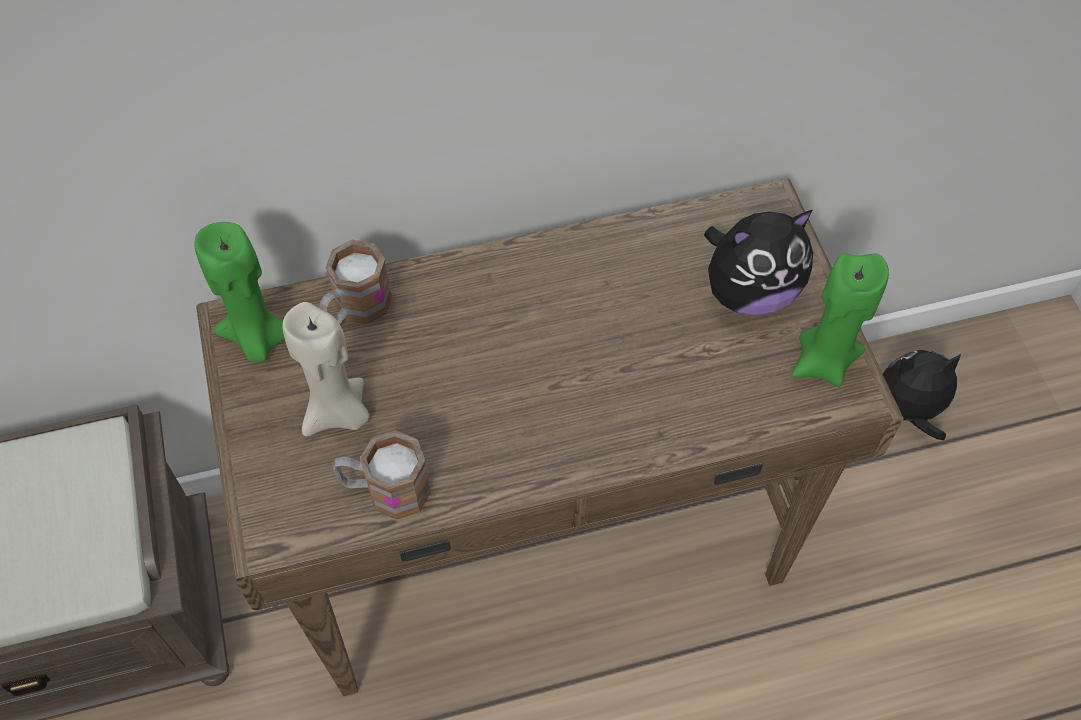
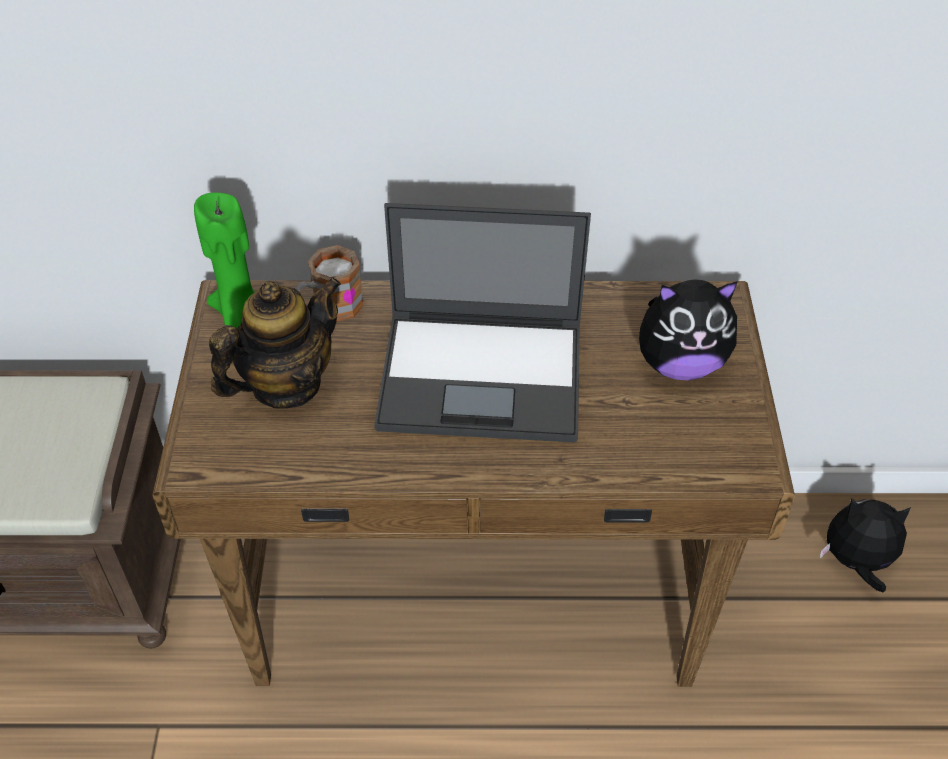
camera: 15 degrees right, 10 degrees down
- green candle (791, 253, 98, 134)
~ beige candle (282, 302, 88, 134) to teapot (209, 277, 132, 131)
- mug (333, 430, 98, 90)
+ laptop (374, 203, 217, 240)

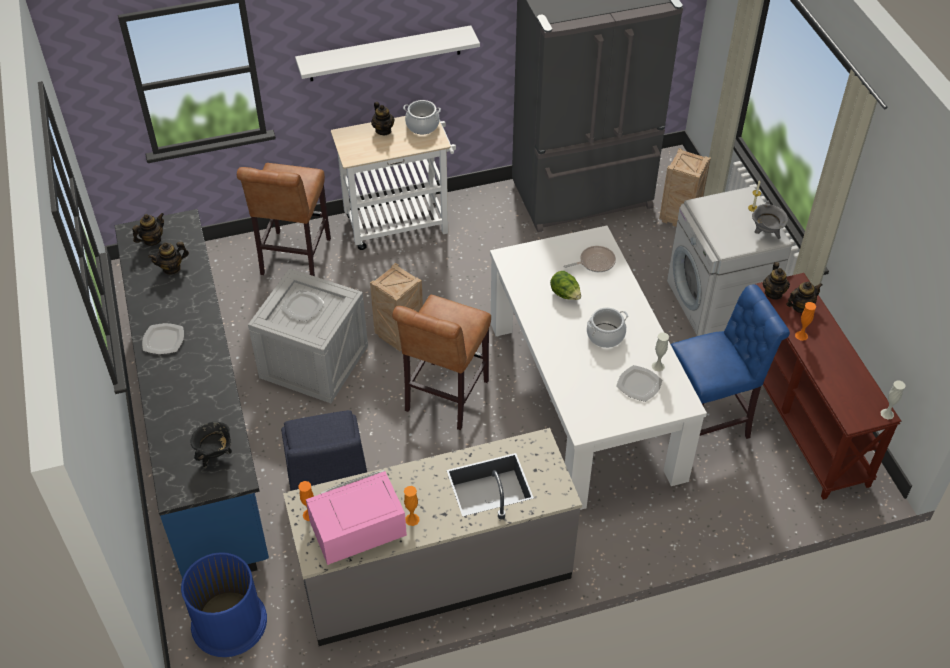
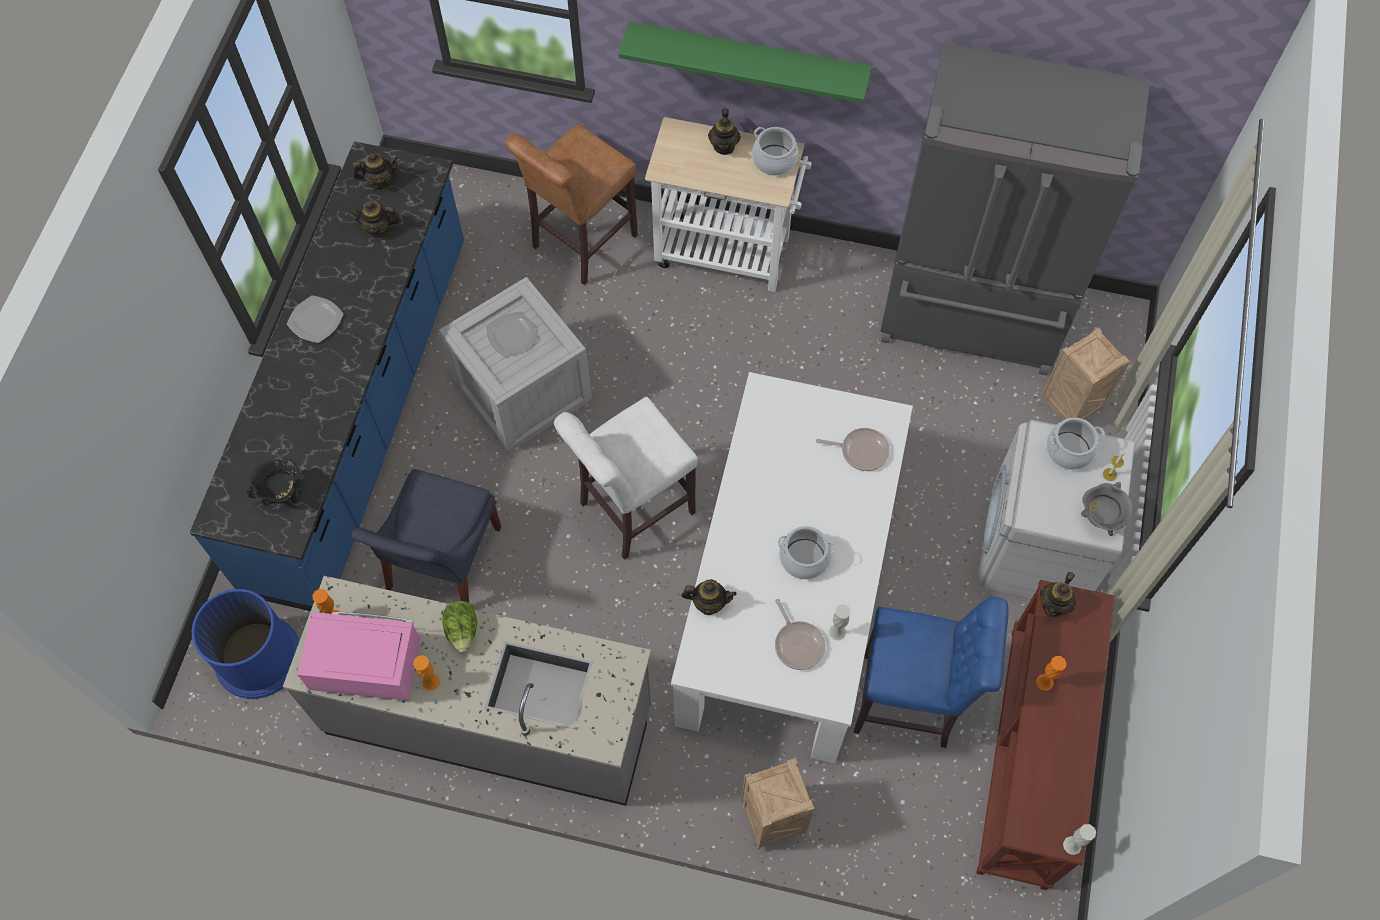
camera: 30 degrees right, 15 degrees up
~ white shelf (295, 25, 185, 56) to green shelf (618, 21, 254, 82)
~ crate (370, 263, 53, 88) to (741, 757, 74, 93)
~ lettuce (550, 271, 31, 29) to (442, 601, 35, 52)
~ teapot (786, 281, 37, 32) to (681, 579, 55, 36)
~ brown stool (392, 295, 99, 135) to white stool (554, 396, 144, 164)
~ plate (616, 365, 46, 37) to frying pan (775, 599, 50, 71)
+ cooking pot (1047, 418, 58, 52)

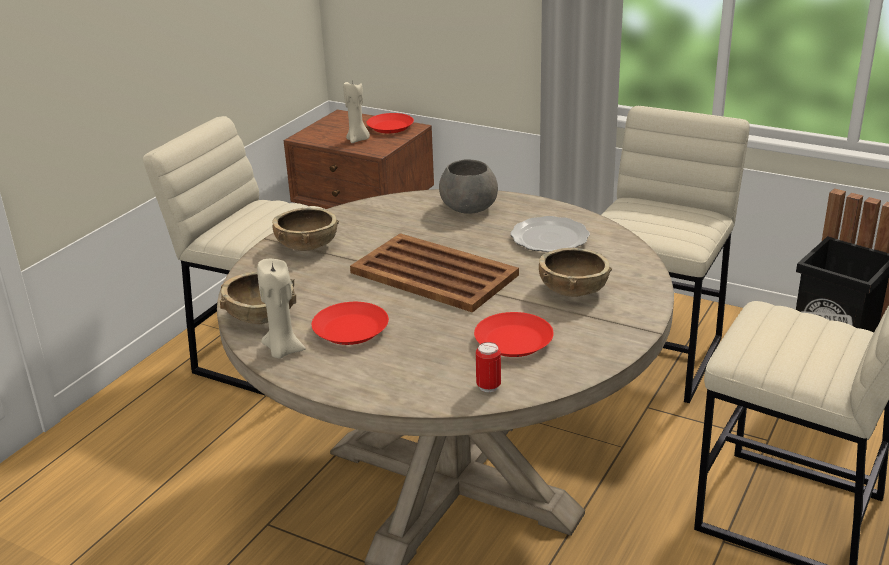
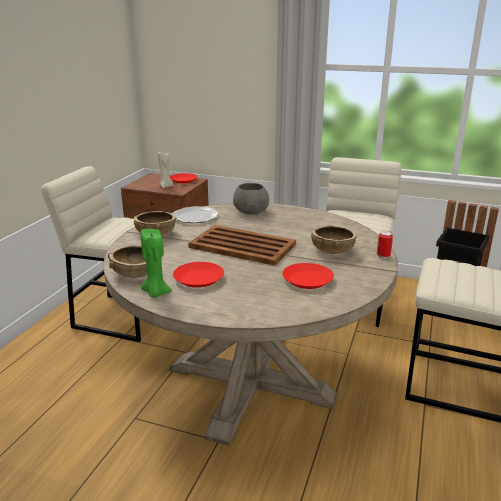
camera: 10 degrees left, 5 degrees down
~ plate (511, 216, 79, 36) to (173, 206, 45, 17)
~ beige candle (257, 259, 49, 100) to green candle (141, 229, 31, 69)
~ can (476, 342, 25, 50) to (377, 231, 16, 28)

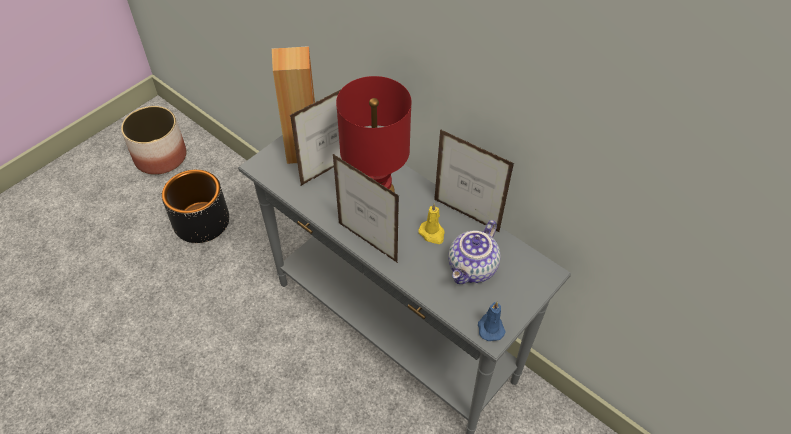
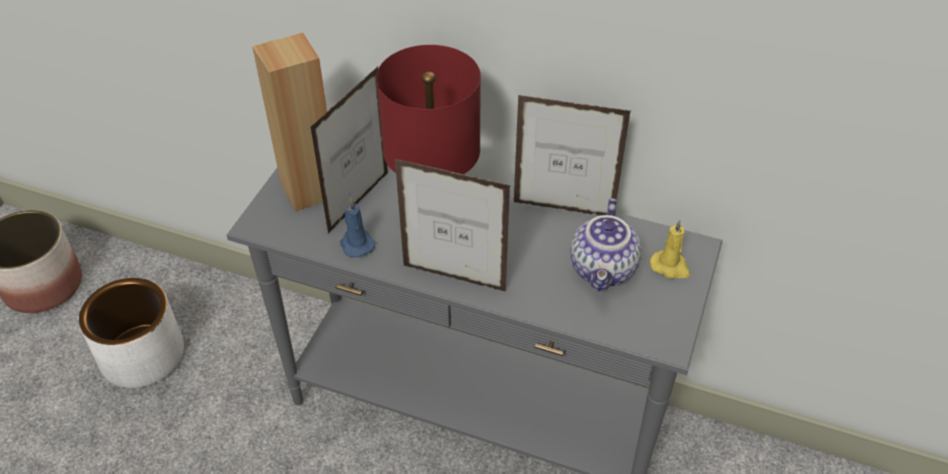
camera: 20 degrees left, 5 degrees down
~ black planter (162, 169, 67, 74) to white planter (79, 278, 105, 110)
~ yellow candle (418, 203, 27, 41) to (650, 220, 40, 59)
~ blue candle (478, 302, 28, 39) to (340, 198, 36, 60)

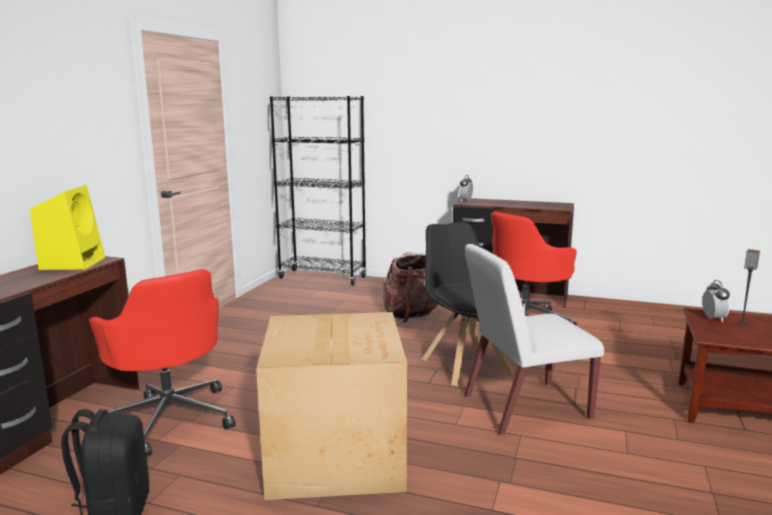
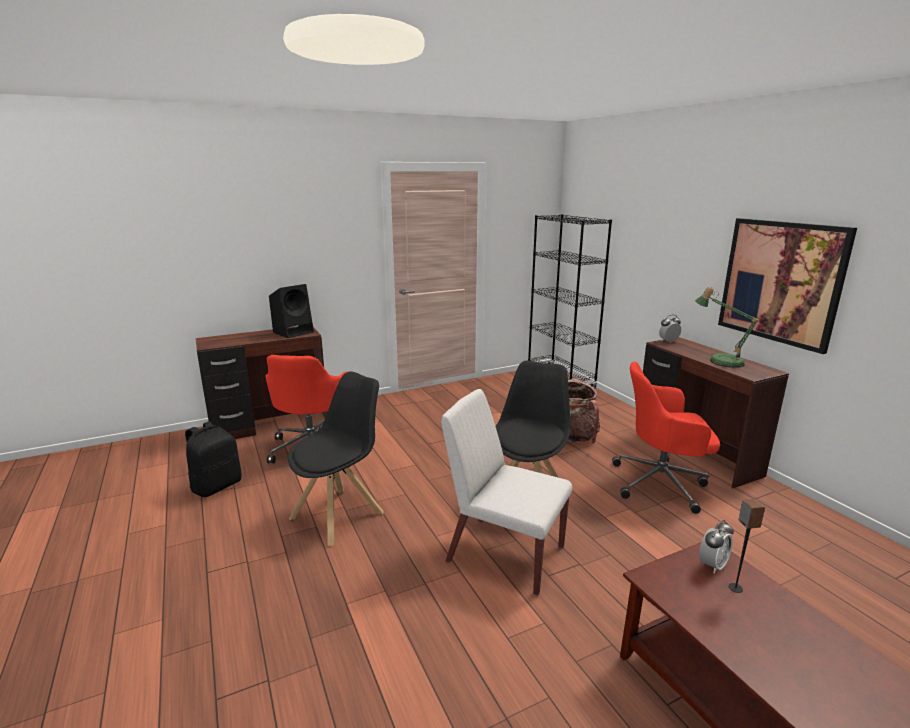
camera: 45 degrees right, 5 degrees up
~ yellow speaker (30, 185, 75, 85) to black speaker (269, 284, 45, 54)
~ cardboard box (256, 312, 151, 188) to black chair (287, 371, 97, 175)
+ picture (718, 218, 139, 136)
+ table lamp (695, 287, 66, 81)

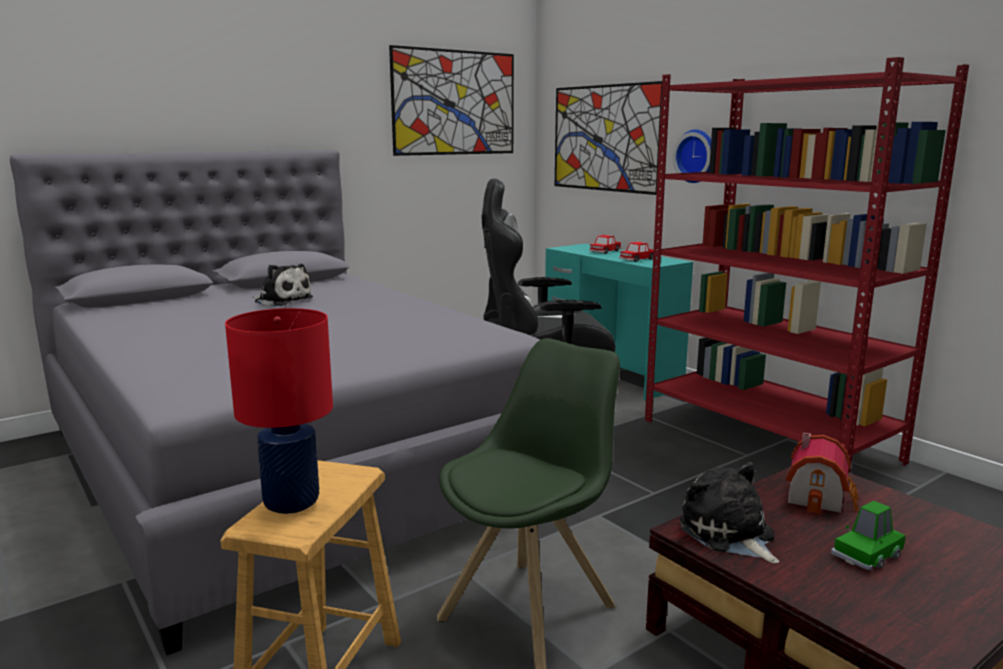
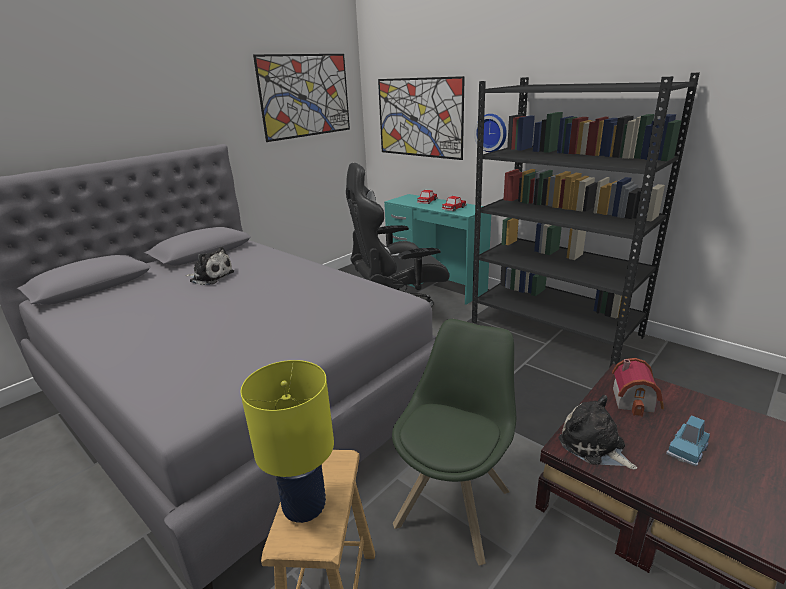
camera: 10 degrees left, 10 degrees up
~ red bookcase (645, 57, 324, 416) to black bookcase (472, 73, 228, 295)
~ red table lamp (225, 308, 108, 206) to yellow table lamp (240, 360, 94, 163)
~ green toy car (831, 501, 74, 69) to blue toy car (666, 415, 44, 51)

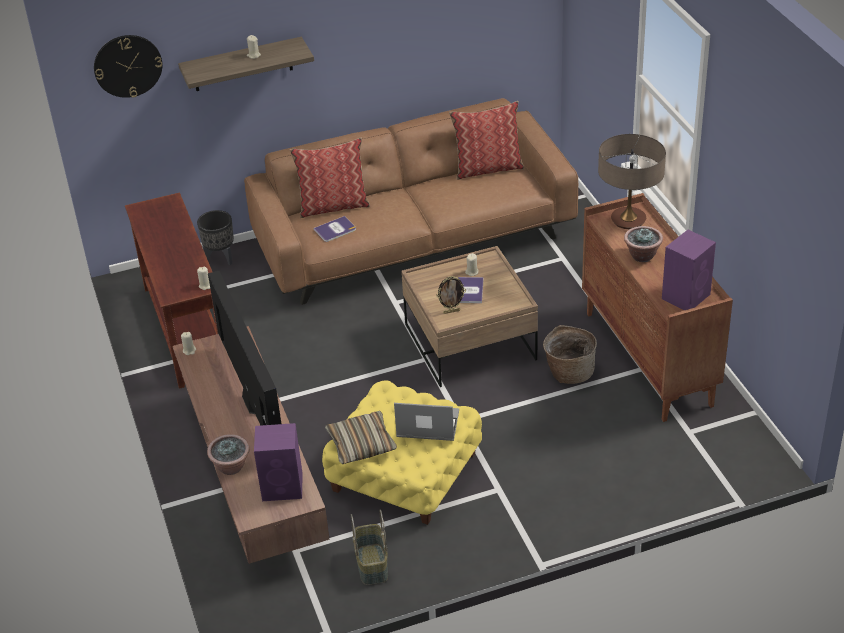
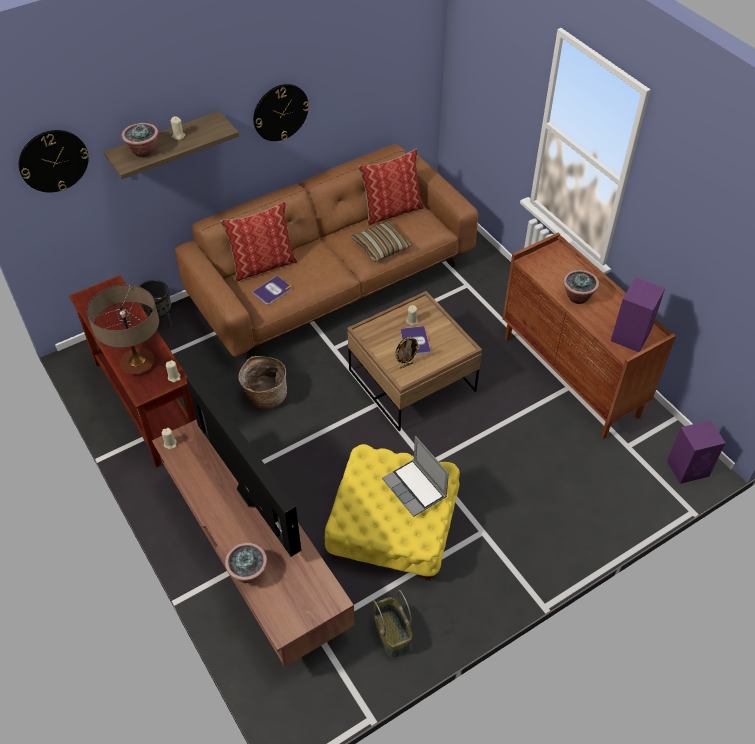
camera: 15 degrees left, 10 degrees up
~ table lamp (598, 134, 68, 95) to (87, 285, 72, 90)
~ basket (543, 325, 54, 59) to (238, 356, 49, 53)
~ laptop (394, 403, 65, 38) = (382, 436, 67, 81) 120 degrees counterclockwise
~ pillow (325, 411, 72, 53) to (352, 221, 59, 41)
~ purple speaker (254, 423, 49, 78) to (667, 420, 59, 64)
+ wall clock (253, 84, 56, 57)
+ potted plant (122, 123, 37, 35)

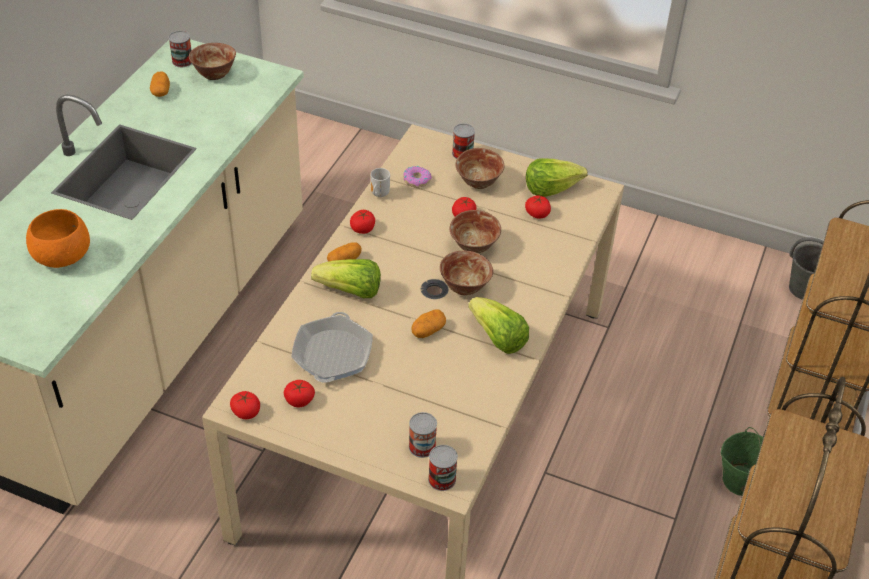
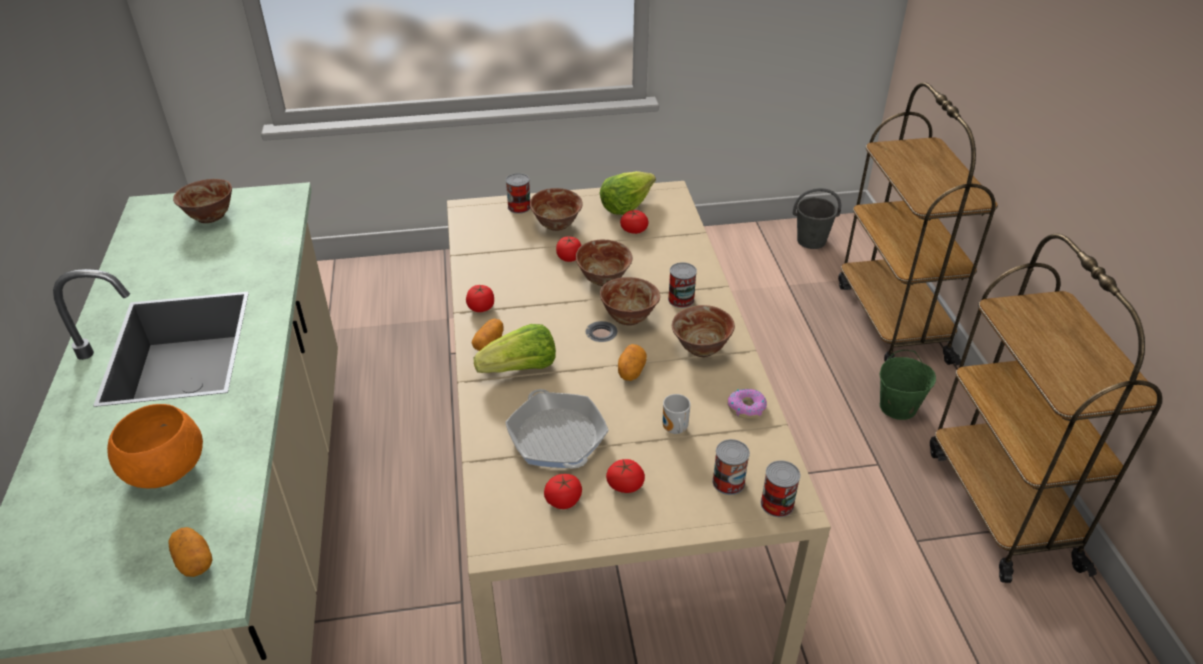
camera: 30 degrees left, 5 degrees down
~ can (168, 31, 24, 36) to (668, 262, 29, 46)
~ potato (150, 71, 20, 26) to (168, 527, 44, 50)
~ donut (403, 166, 29, 22) to (727, 389, 40, 30)
~ mug (370, 168, 20, 29) to (663, 394, 28, 40)
~ lettuce (468, 297, 61, 57) to bowl (672, 305, 63, 52)
~ tomato (230, 391, 30, 28) to (606, 459, 39, 34)

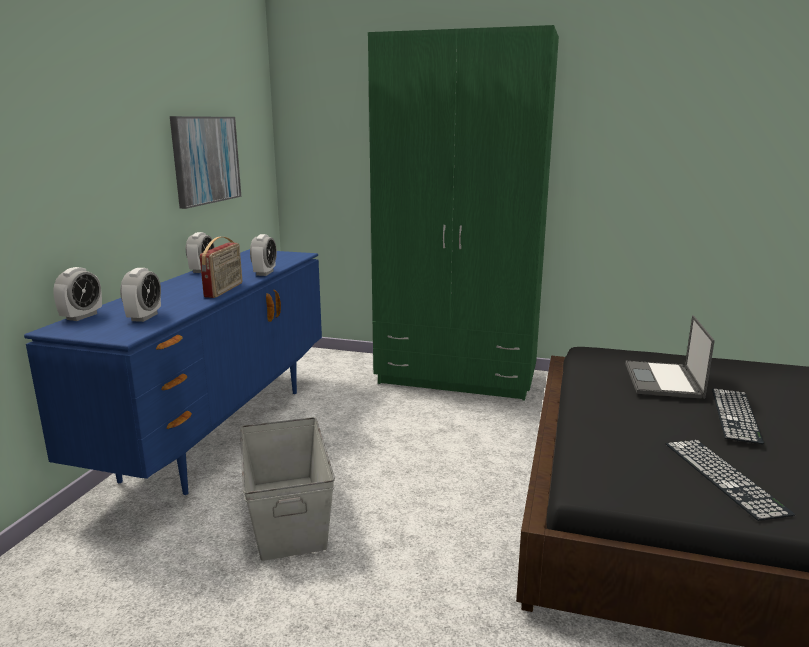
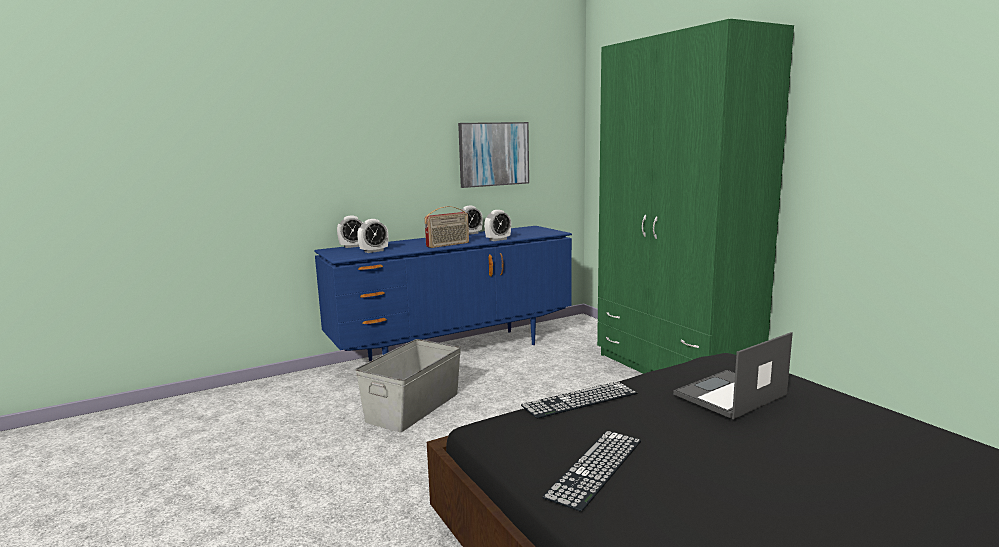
camera: 45 degrees right, 5 degrees down
~ keyboard (712, 388, 52, 56) to (521, 381, 116, 38)

